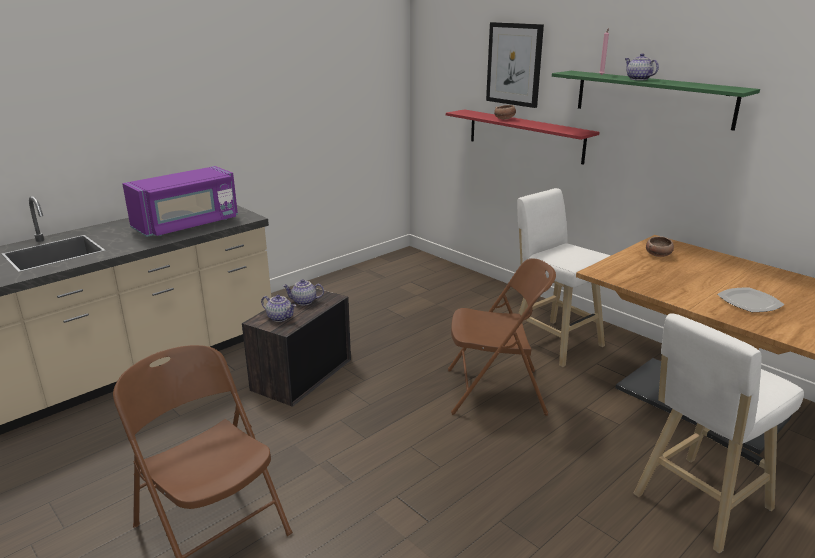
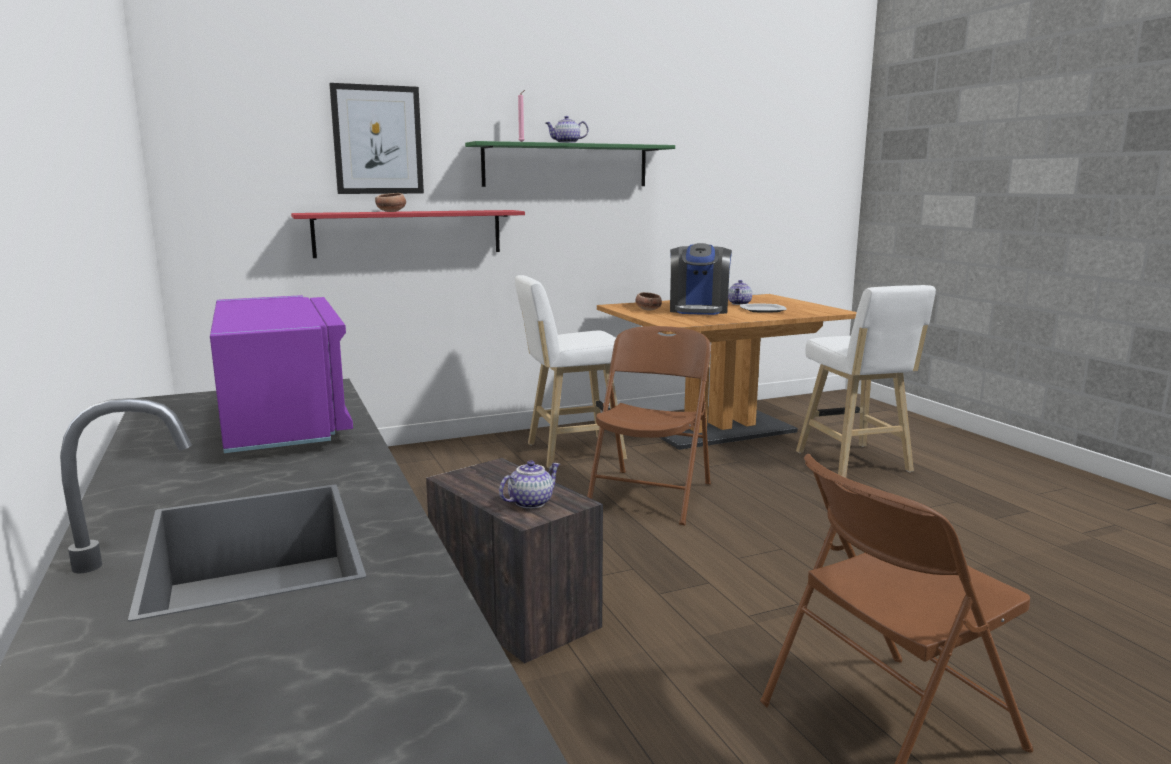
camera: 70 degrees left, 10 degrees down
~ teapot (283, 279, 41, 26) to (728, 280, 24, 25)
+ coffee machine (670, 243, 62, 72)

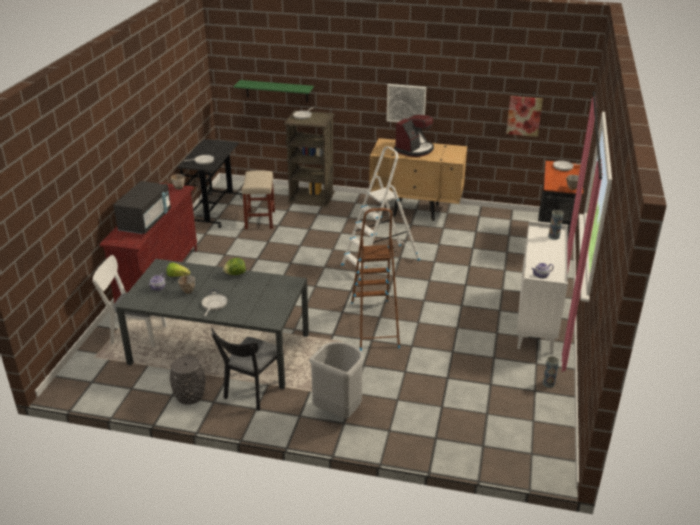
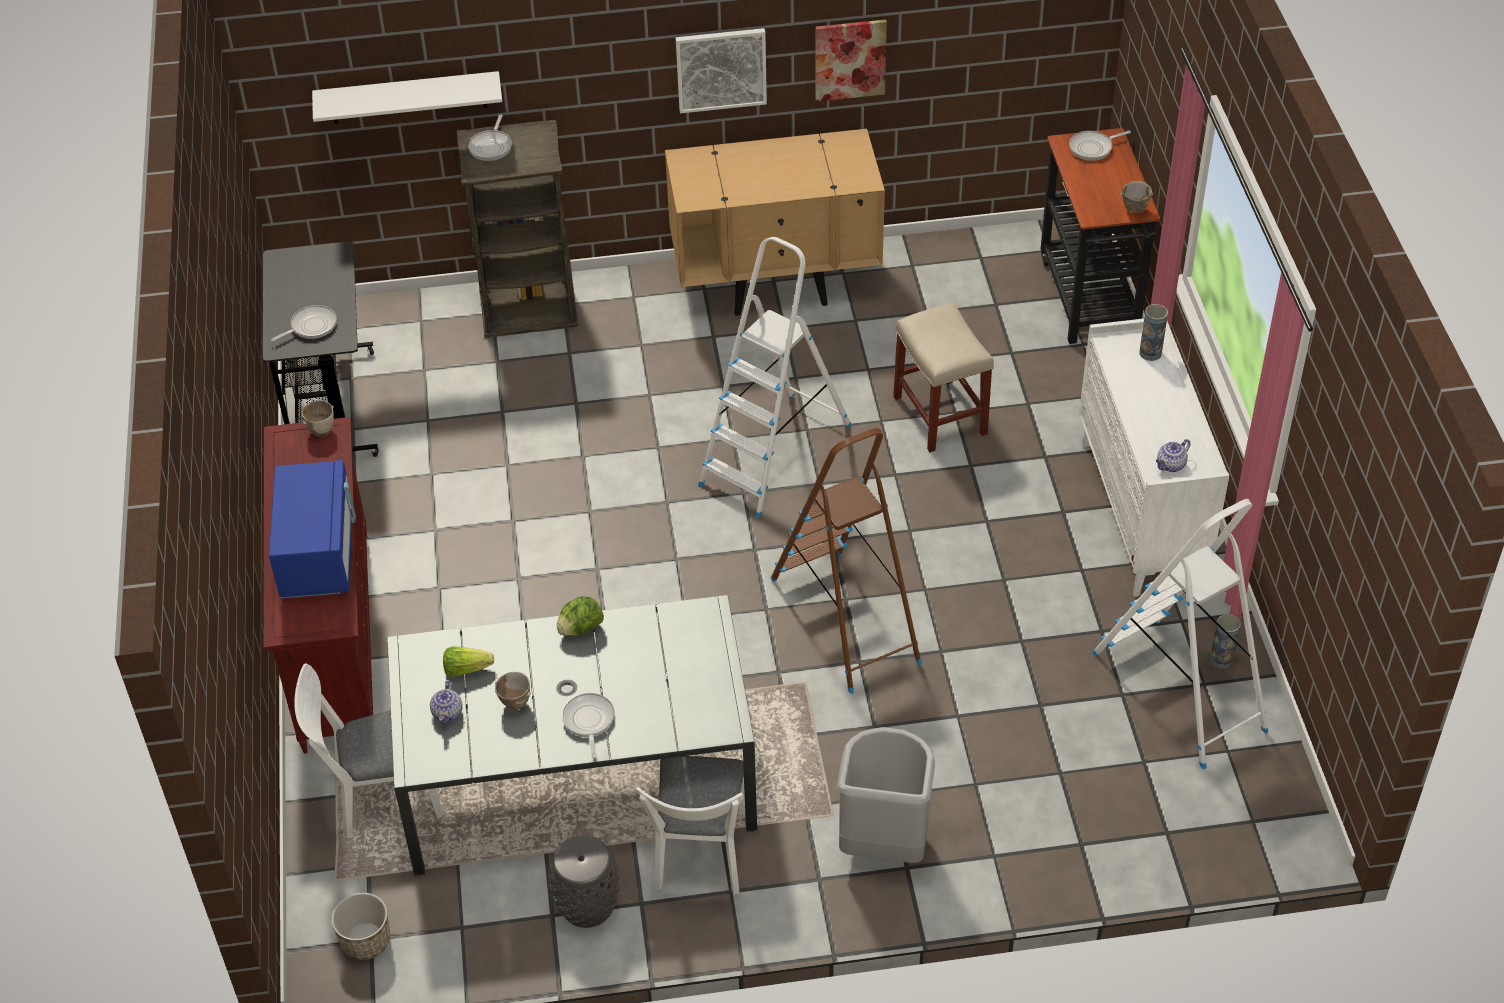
camera: 20 degrees left, 15 degrees up
~ green shelf (233, 80, 81, 22) to white shelf (312, 71, 190, 53)
~ picture (506, 96, 37, 41) to (816, 19, 71, 83)
- coffee machine (394, 115, 40, 42)
~ beige stool (242, 171, 33, 58) to (893, 303, 101, 149)
~ black microwave (113, 181, 58, 53) to blue microwave (269, 460, 87, 138)
~ black chair (211, 328, 67, 83) to white chair (636, 756, 109, 139)
+ white step ladder (1092, 499, 176, 270)
+ planter (331, 893, 59, 67)

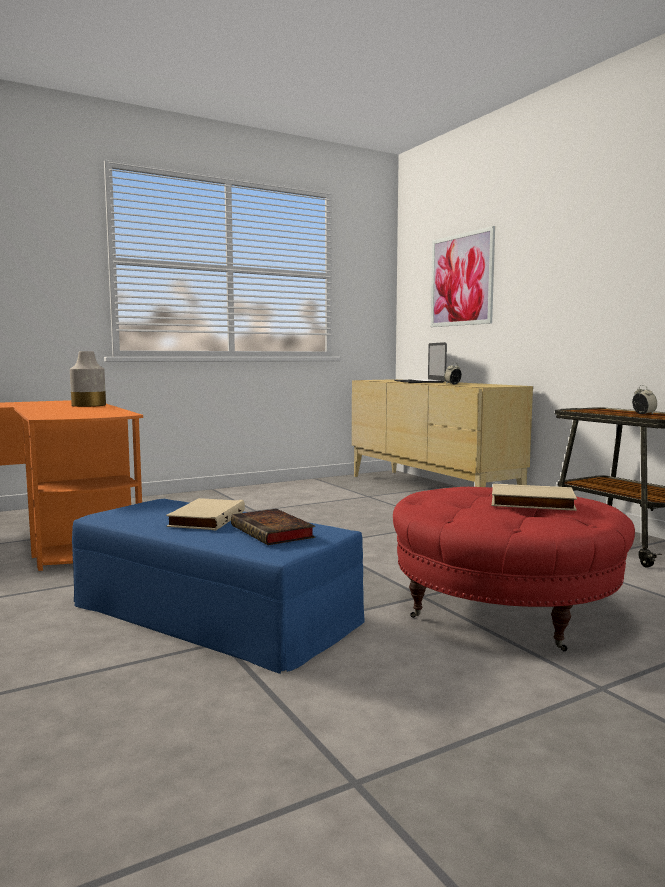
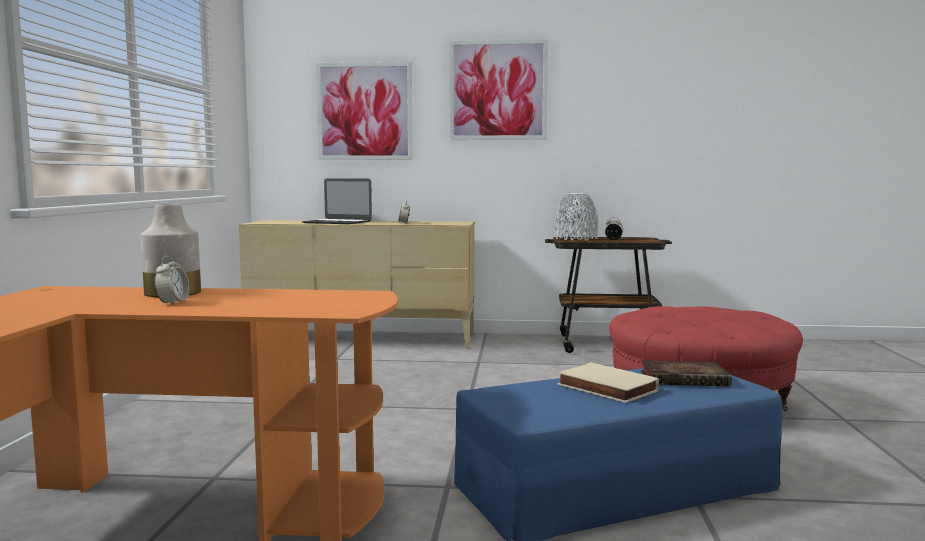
camera: 55 degrees left, 0 degrees up
- beige book (492, 484, 85, 27)
+ picture (449, 39, 99, 101)
+ grey vase (555, 193, 43, 48)
+ alarm clock (154, 256, 35, 49)

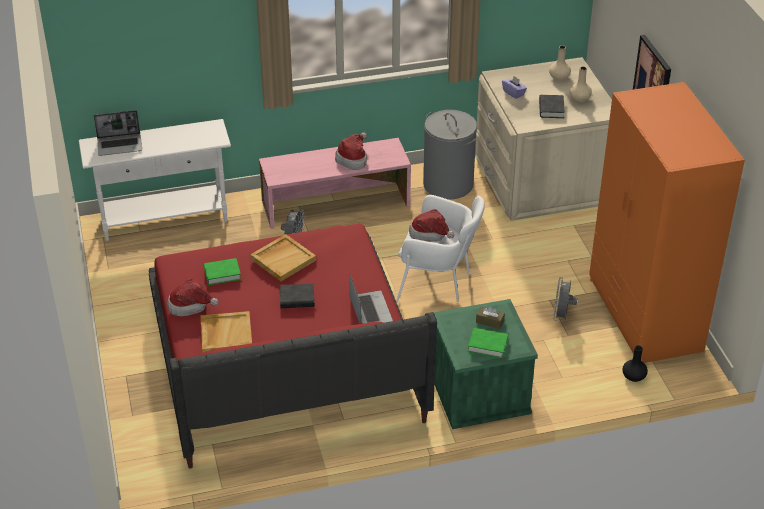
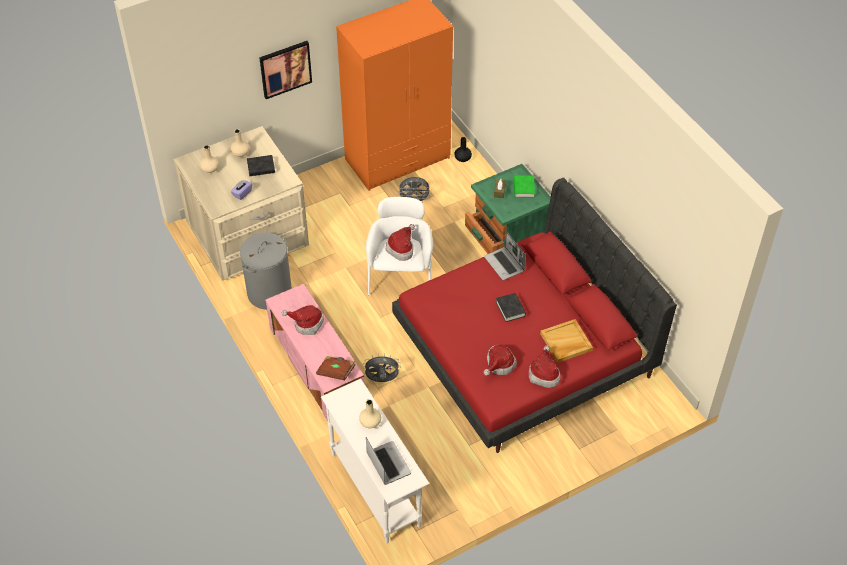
camera: 105 degrees left, 10 degrees up
- beige tray (250, 234, 66, 47)
~ green book (204, 258, 37, 27) to hat (484, 344, 33, 32)
~ laptop (349, 273, 44, 51) = (484, 231, 42, 49) 90 degrees counterclockwise
+ brown book (316, 356, 39, 24)
+ beige vase (359, 399, 22, 29)

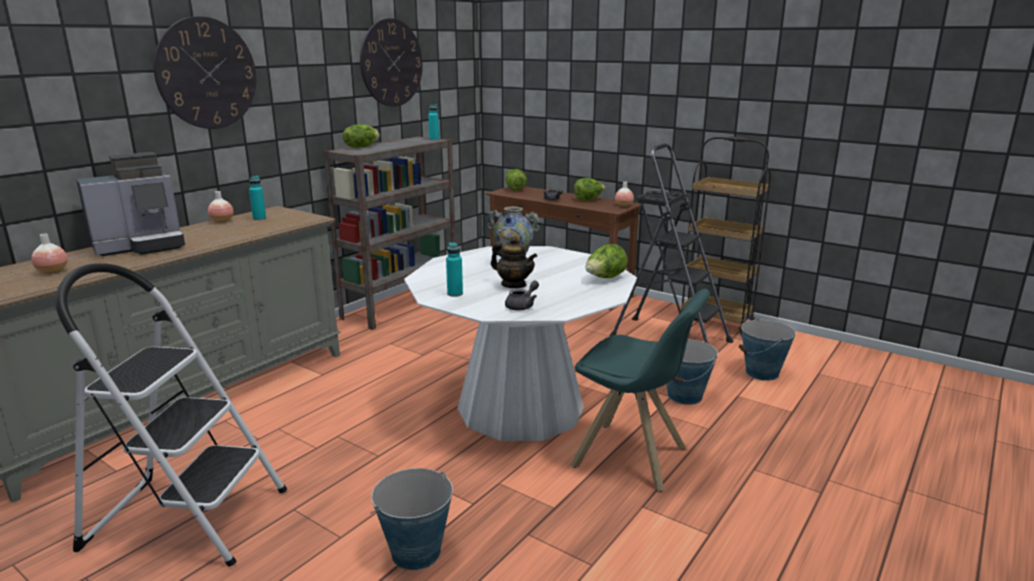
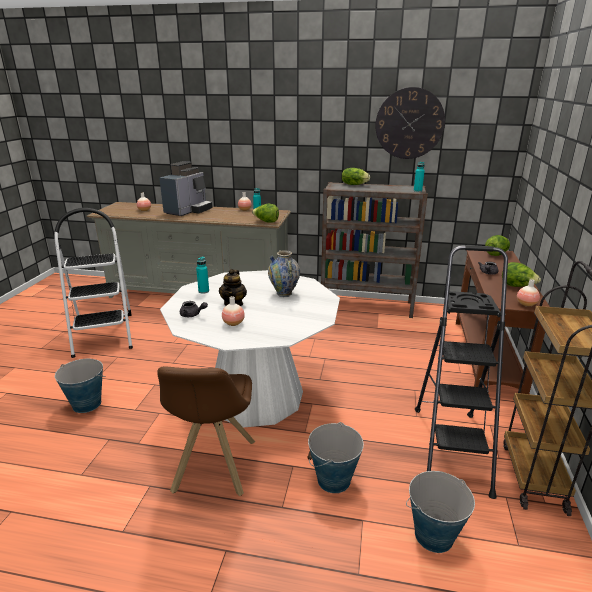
camera: 65 degrees right, 5 degrees up
- wall clock (154, 16, 102, 113)
~ coffee machine (76, 152, 109, 104) = (159, 161, 54, 55) 90 degrees counterclockwise
~ lettuce (585, 244, 42, 34) to (252, 204, 27, 19)
~ turquoise chair (571, 289, 139, 203) to brown chair (157, 367, 98, 129)
+ vase (222, 296, 23, 30)

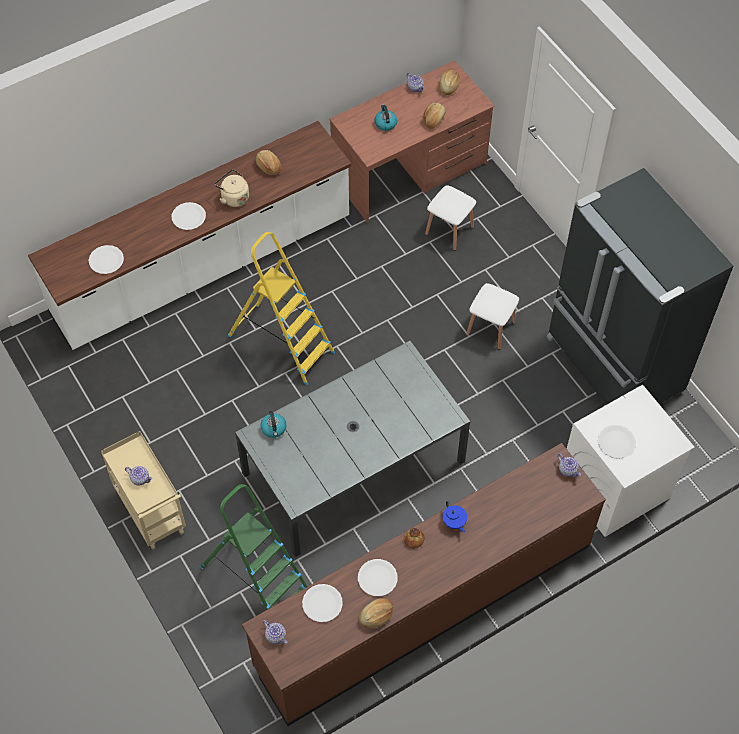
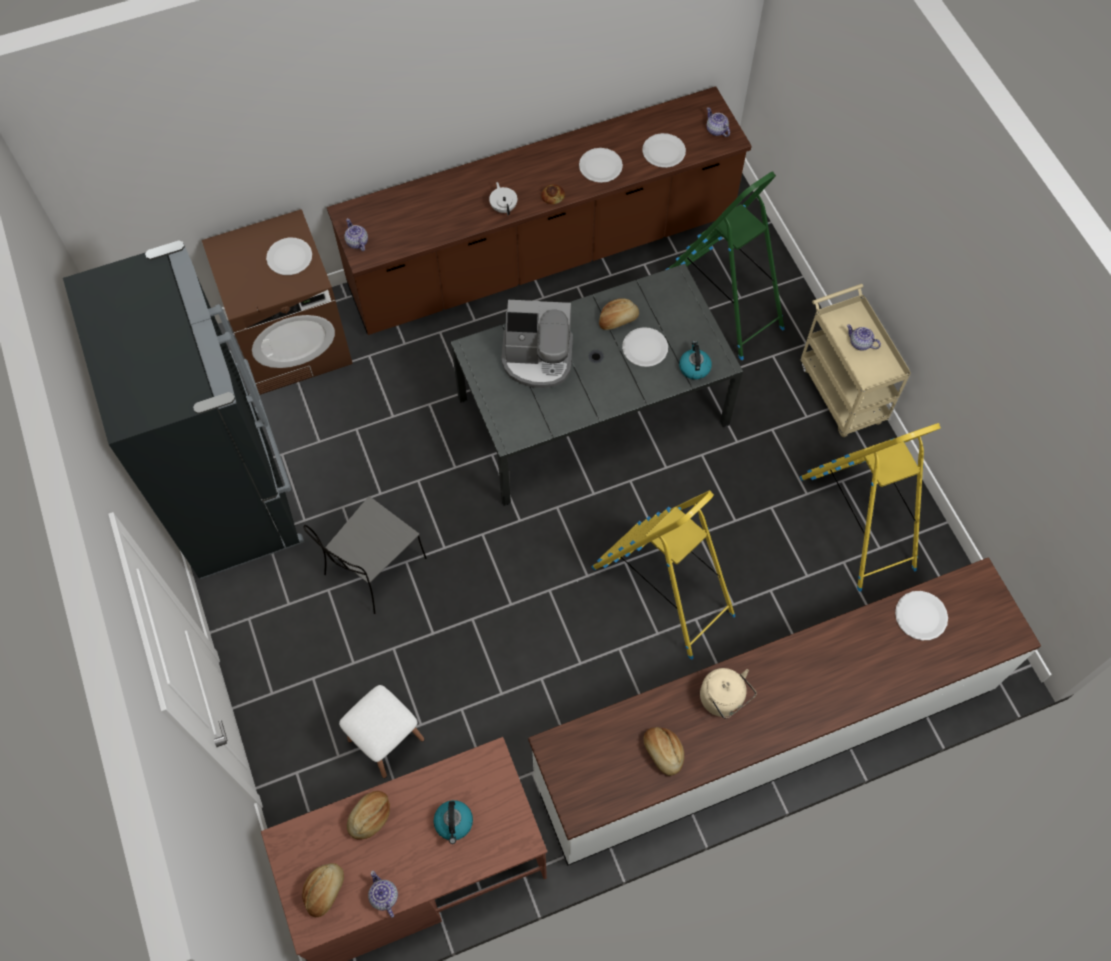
camera: 170 degrees left, 5 degrees up
~ white plate (172, 202, 34, 28) to (622, 327, 46, 40)
~ white stool (466, 283, 53, 67) to grey chair (303, 496, 124, 118)
~ white washing machine (567, 385, 128, 152) to brown washing machine (202, 209, 151, 186)
~ blue teapot (443, 501, 24, 32) to white teapot (489, 182, 28, 33)
~ bread (359, 598, 34, 30) to (599, 298, 40, 32)
+ coffee machine (501, 300, 72, 88)
+ yellow step ladder (800, 423, 141, 169)

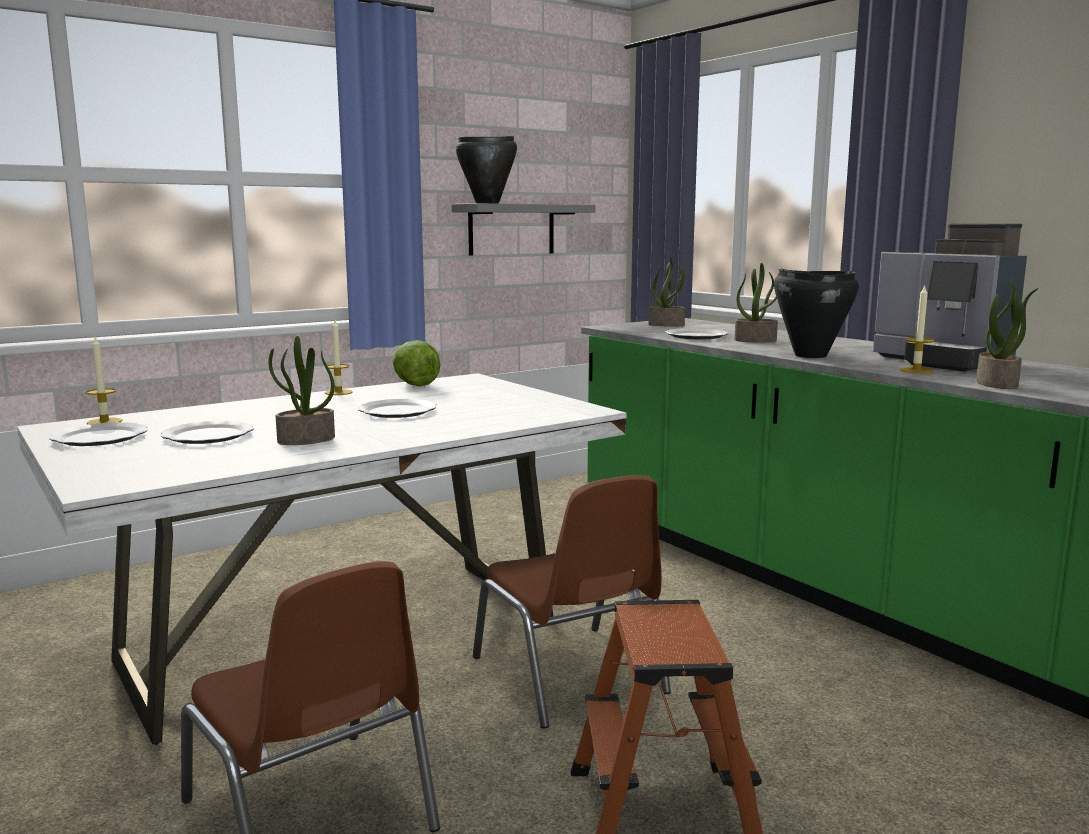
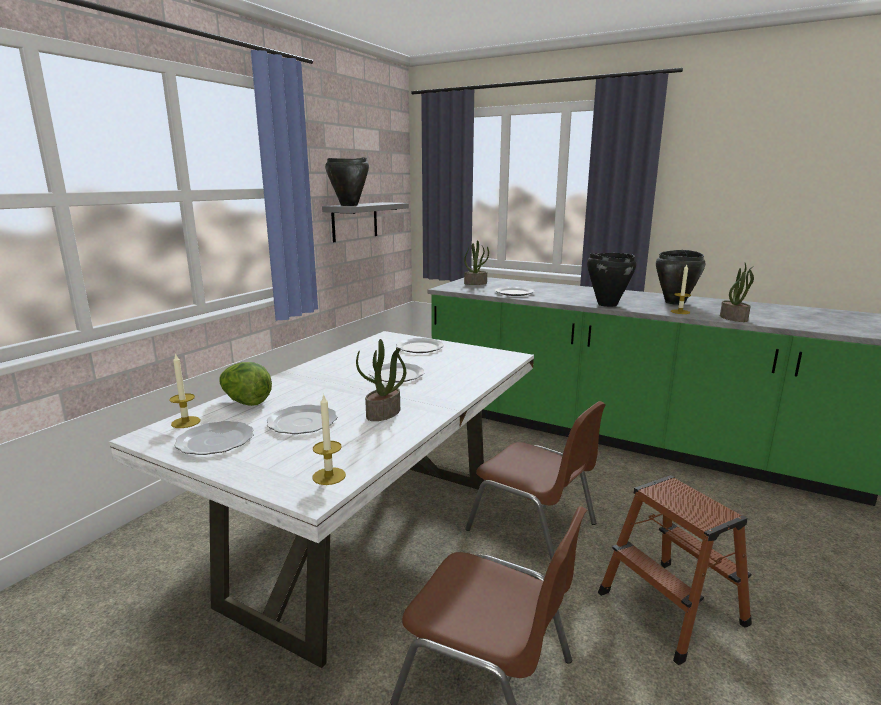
camera: 25 degrees left, 5 degrees up
~ coffee machine (873, 224, 154, 148) to black cooking pot (656, 250, 49, 55)
- potted plant (734, 263, 45, 79)
~ candle (325, 320, 28, 75) to (313, 393, 33, 92)
~ lettuce (392, 340, 49, 47) to (220, 362, 52, 44)
+ plate (396, 338, 48, 15)

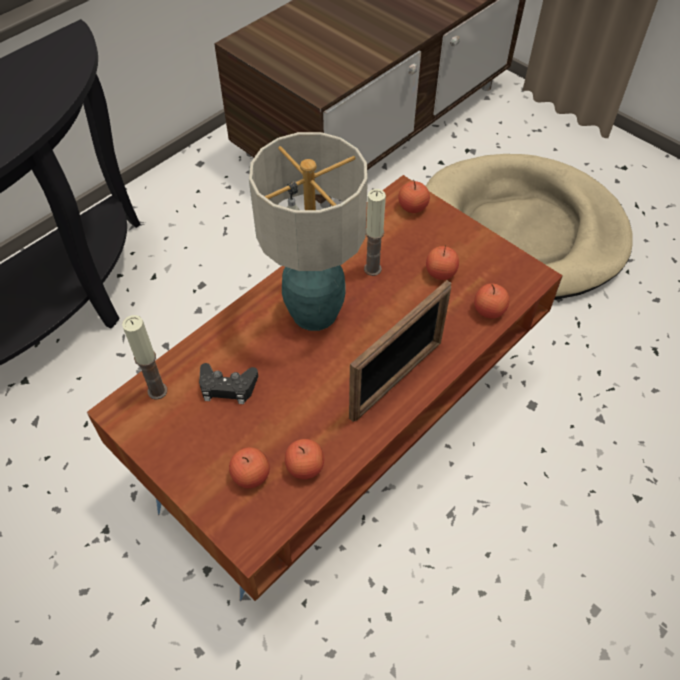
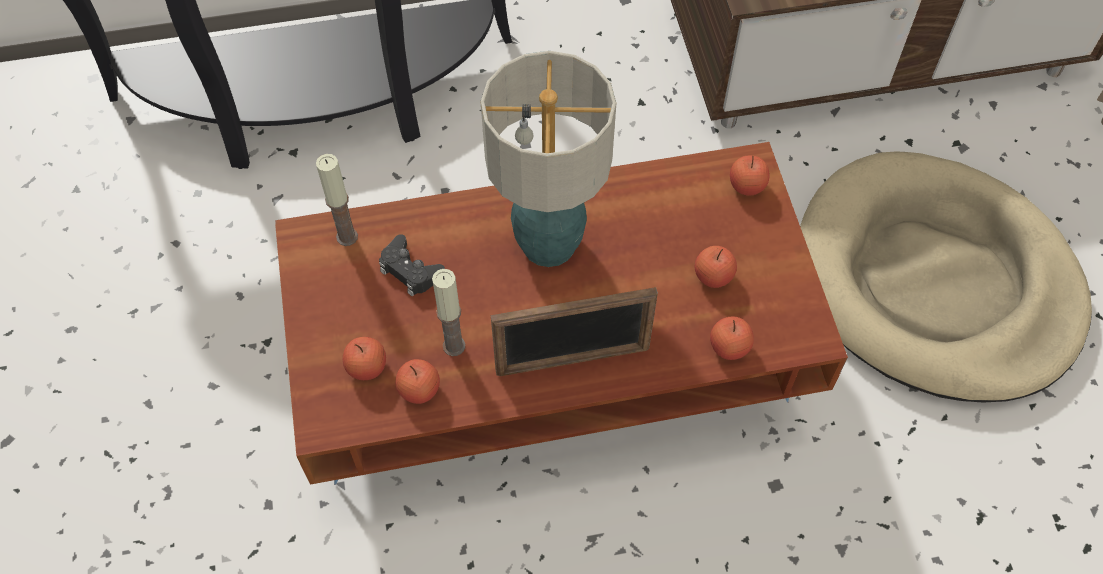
camera: 35 degrees right, 5 degrees up
~ candle (364, 189, 22, 87) to (432, 269, 33, 87)

